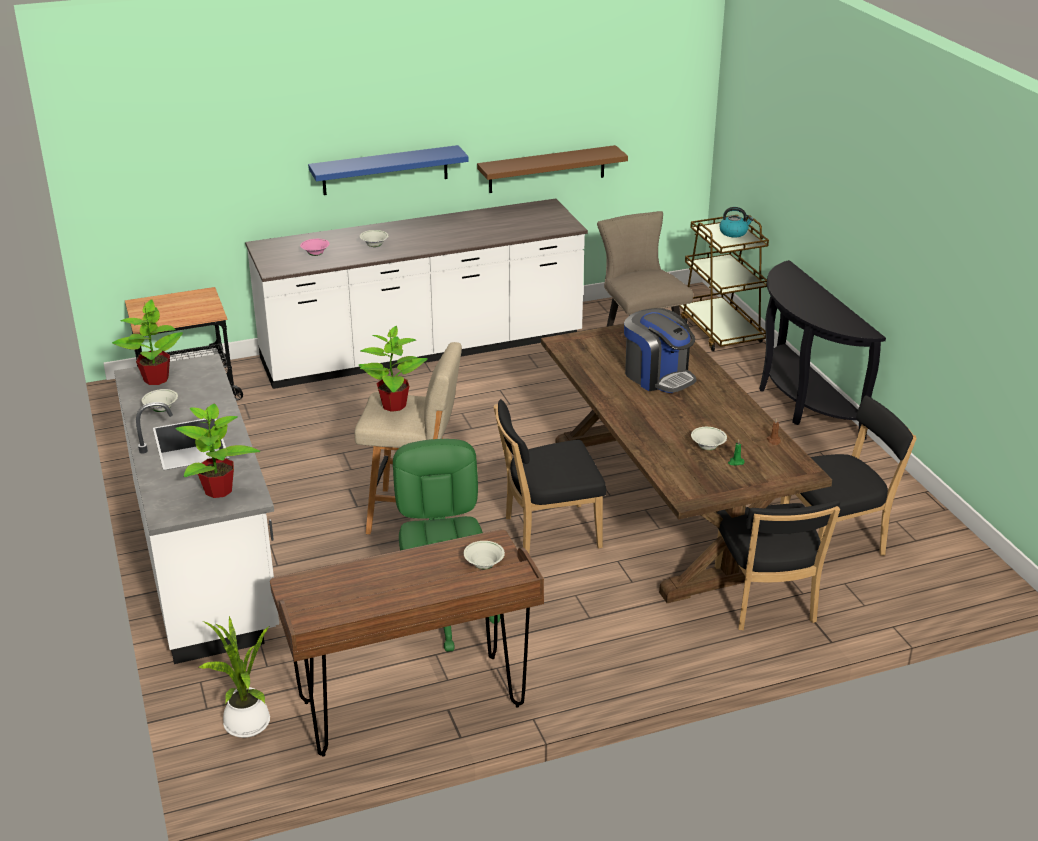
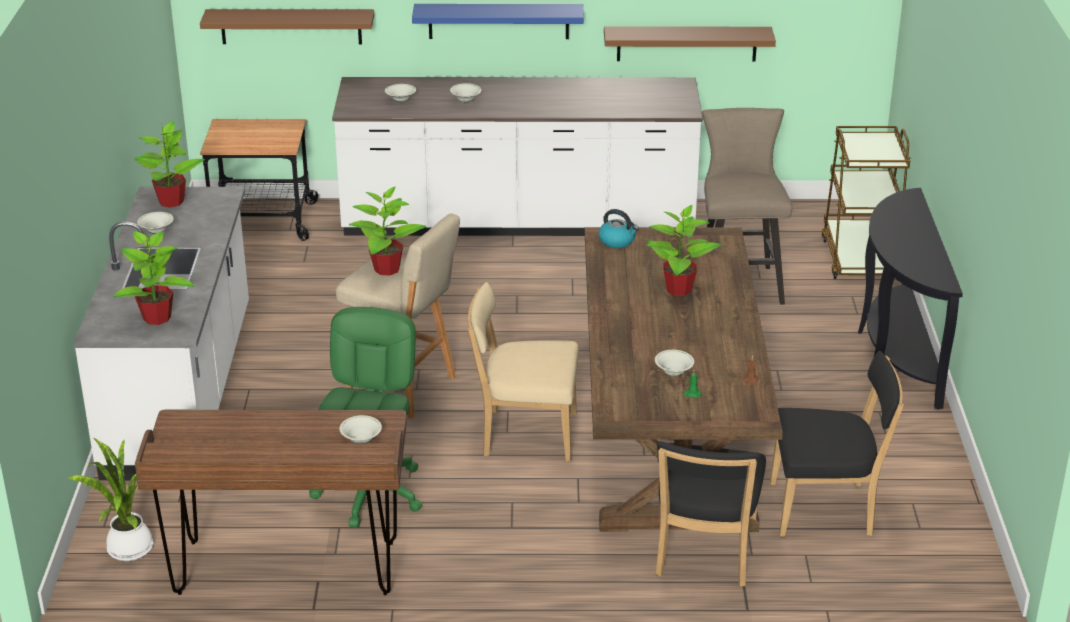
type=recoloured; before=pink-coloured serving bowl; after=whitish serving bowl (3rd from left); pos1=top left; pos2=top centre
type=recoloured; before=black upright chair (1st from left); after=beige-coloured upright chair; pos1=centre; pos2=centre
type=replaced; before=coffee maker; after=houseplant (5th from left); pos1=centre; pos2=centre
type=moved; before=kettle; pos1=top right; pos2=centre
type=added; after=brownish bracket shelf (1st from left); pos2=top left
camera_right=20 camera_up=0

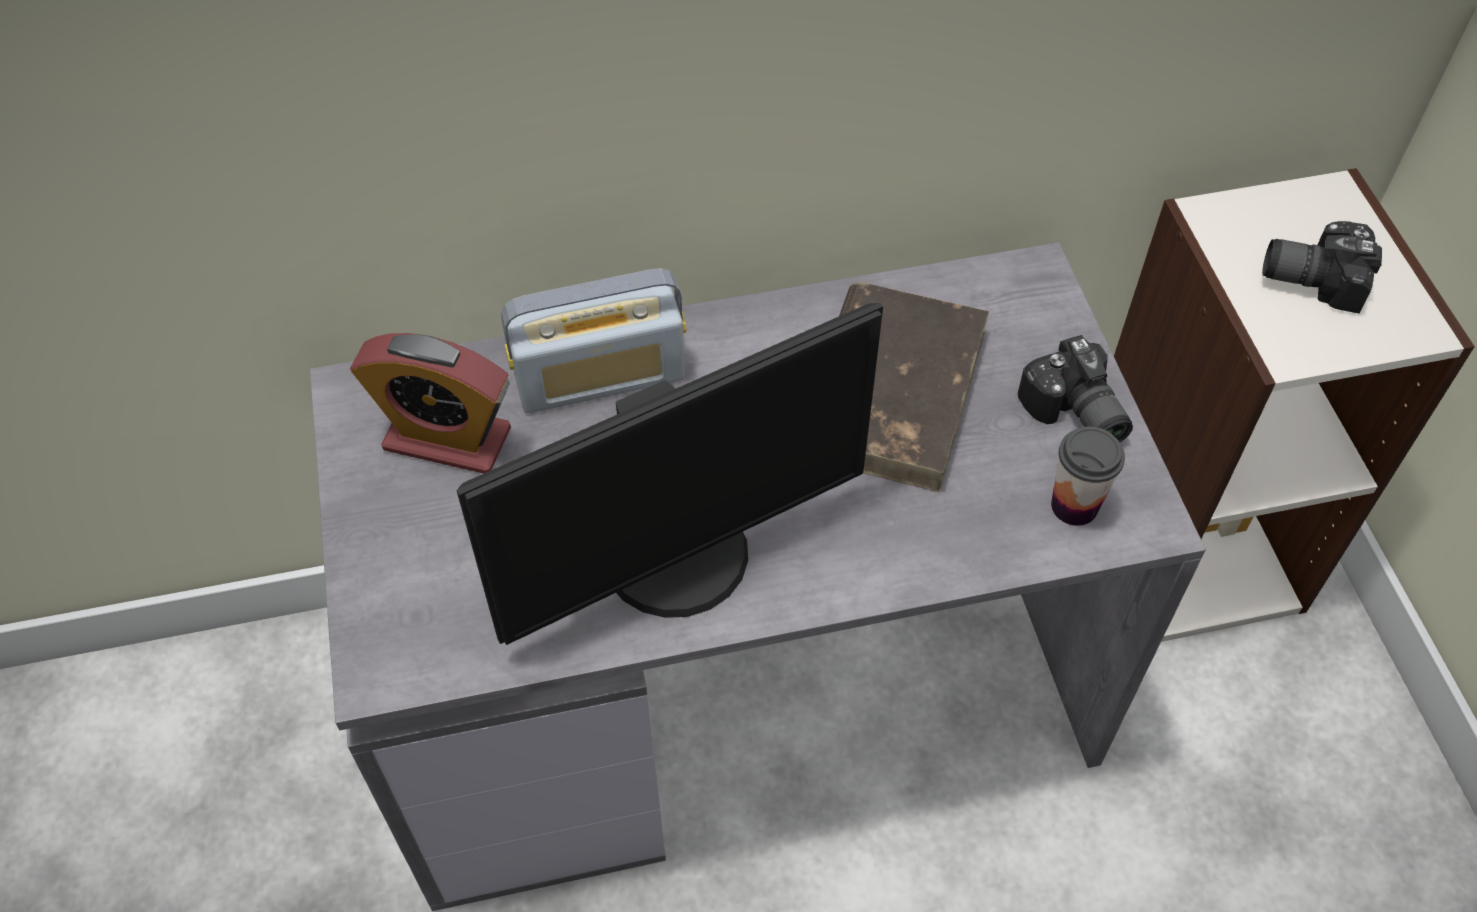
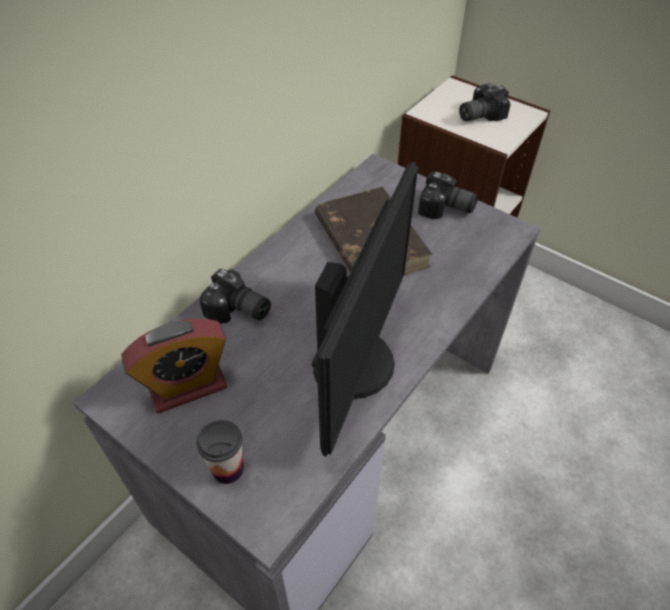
type=replaced; before=radio; after=still camera (1st from left); pos1=centre; pos2=centre
type=moved; before=cup; pos1=middle right; pos2=bottom left
camera_right=-40 camera_up=-5

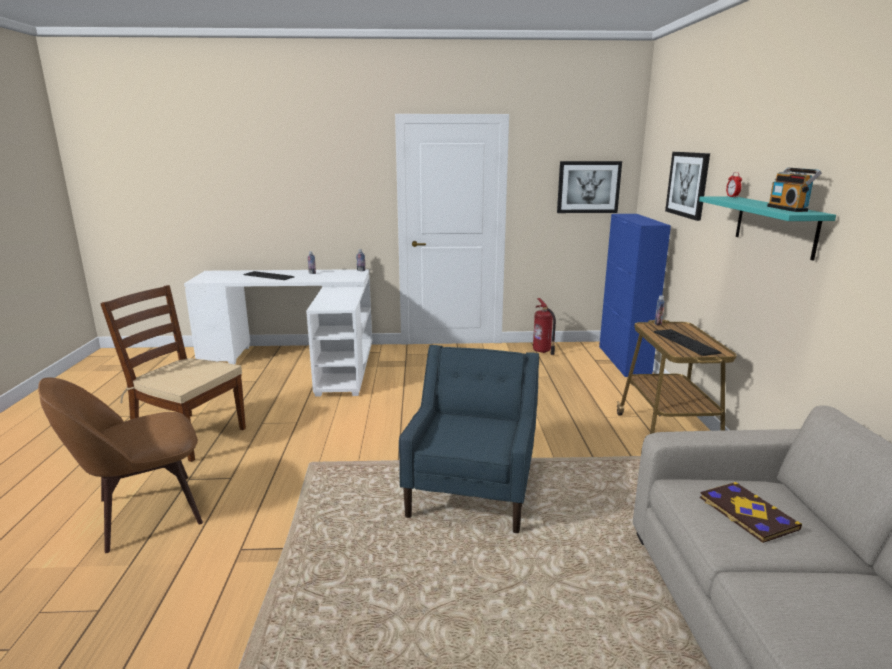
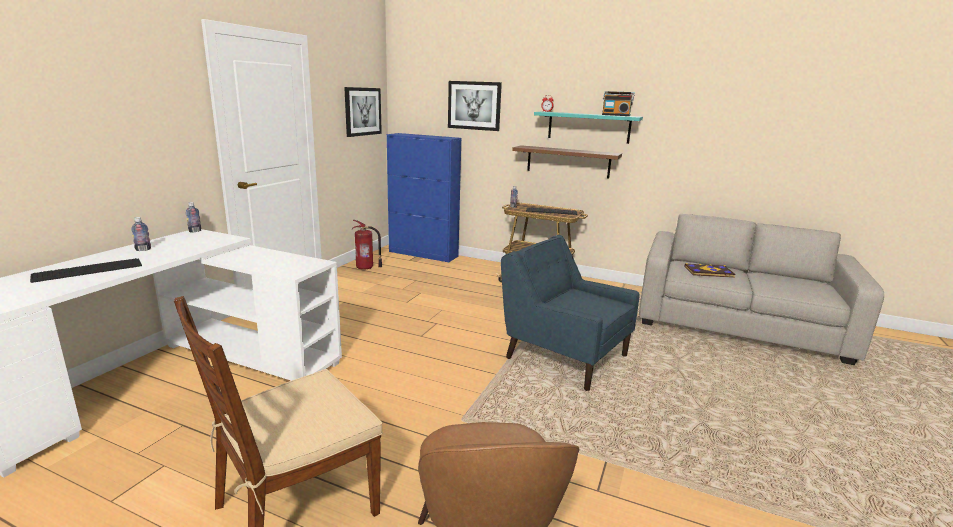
type=added; after=brownish bracket shelf; pos2=top centre
camera_right=-65 camera_up=0

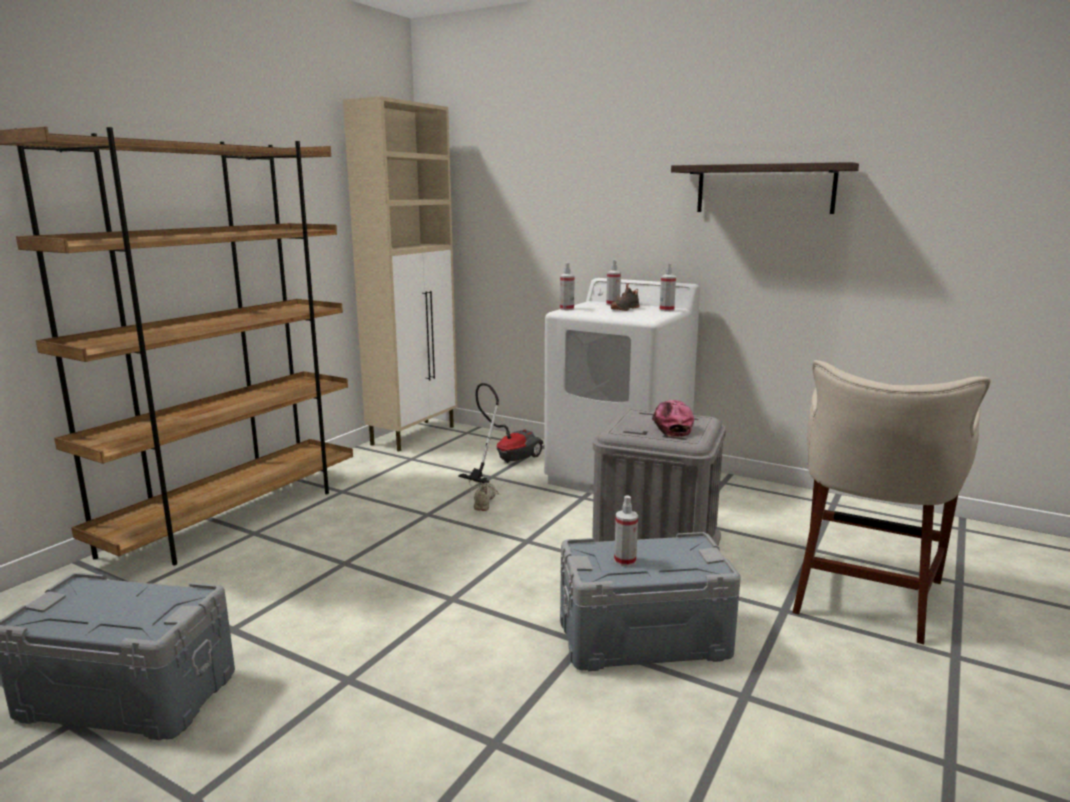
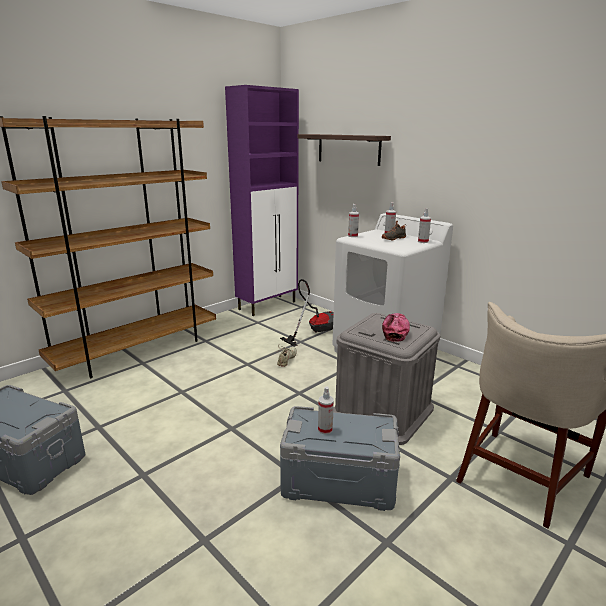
type=recoloured; before=beige-coloured cupboard; after=purple-coloured cupboard; pos1=centre; pos2=top centre
type=moved; before=bracket shelf; pos1=top right; pos2=top centre
camera_right=15 camera_up=5

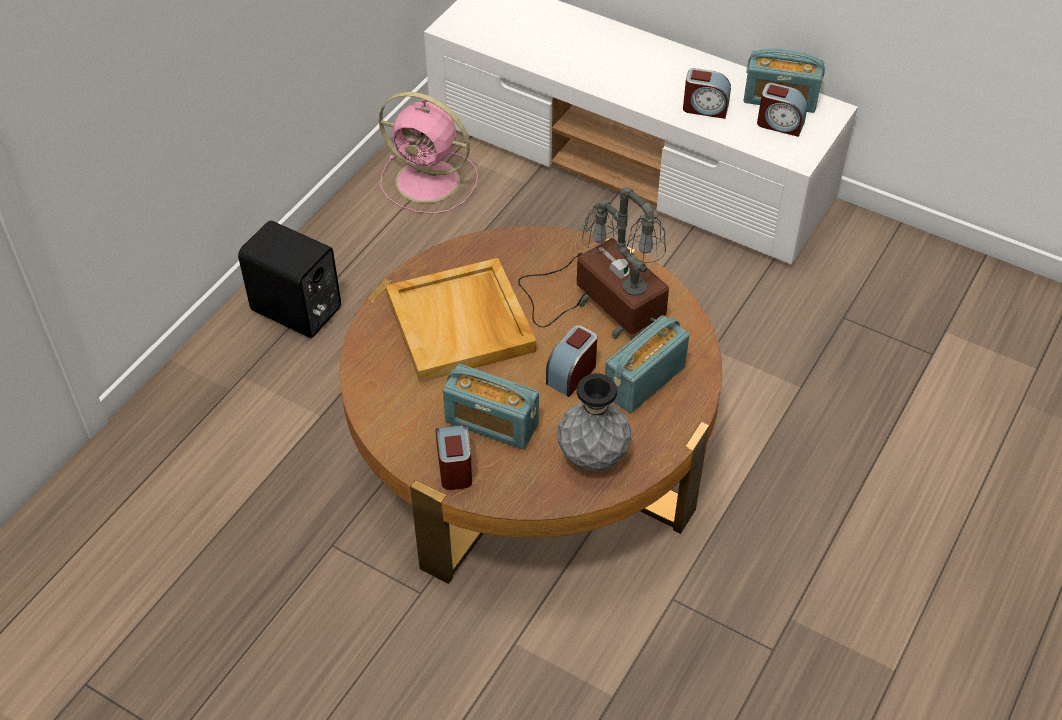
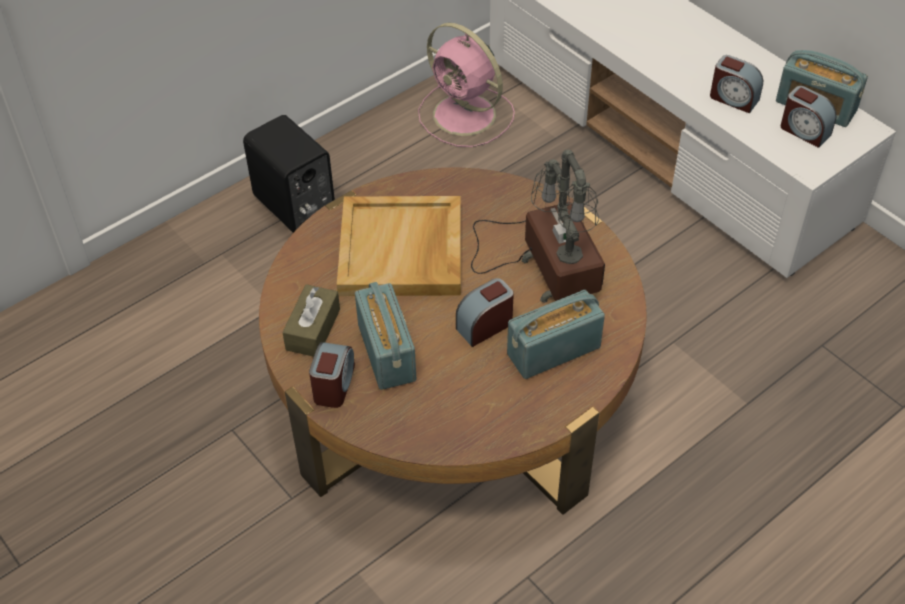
type=turned; before=radio (1st from left); pos1=centre; pos2=centre; turn=-150
type=removed; before=gray flower vase; pos1=centre
type=added; after=brownish tissue box; pos2=centre
camera_right=20 camera_up=0

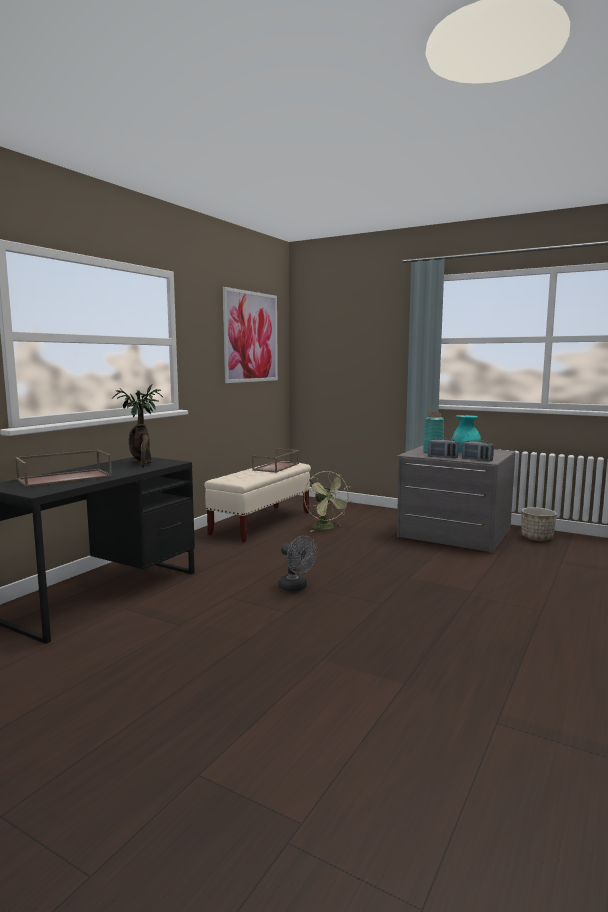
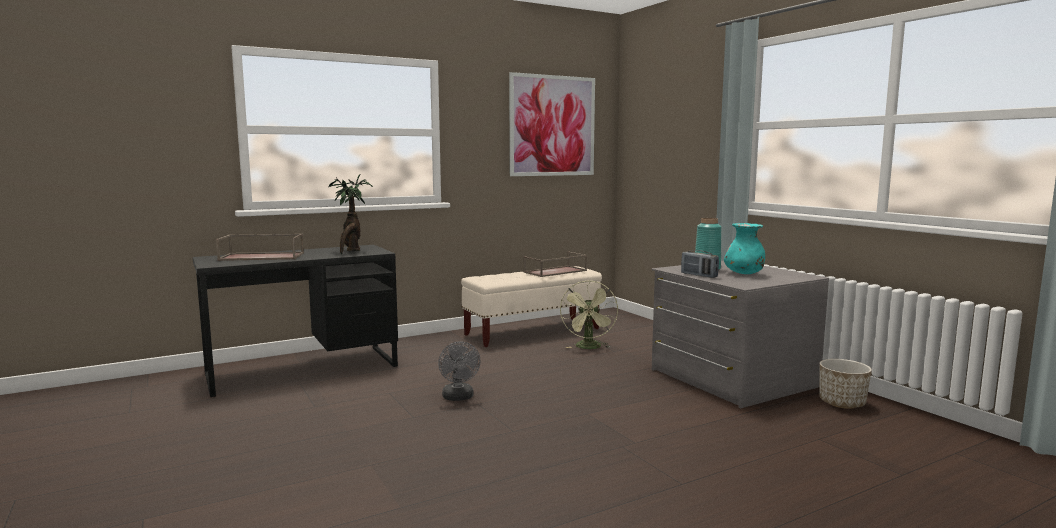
type=removed; before=radio (2nd from left); pos1=middle right
camera_right=30 camera_up=0

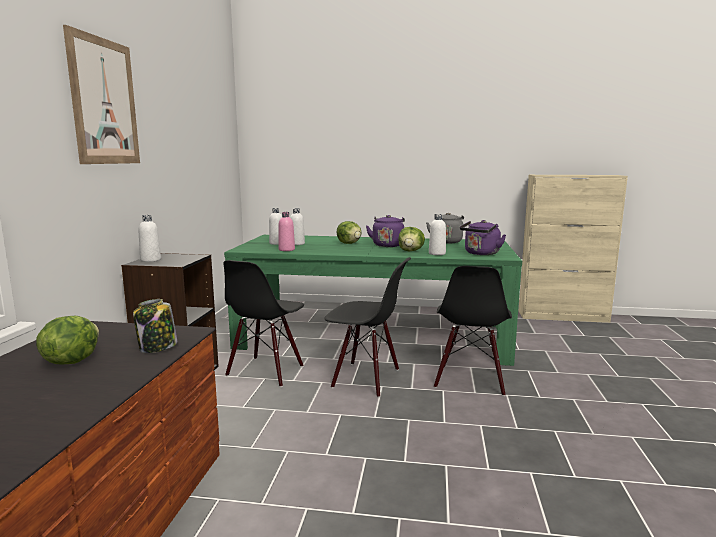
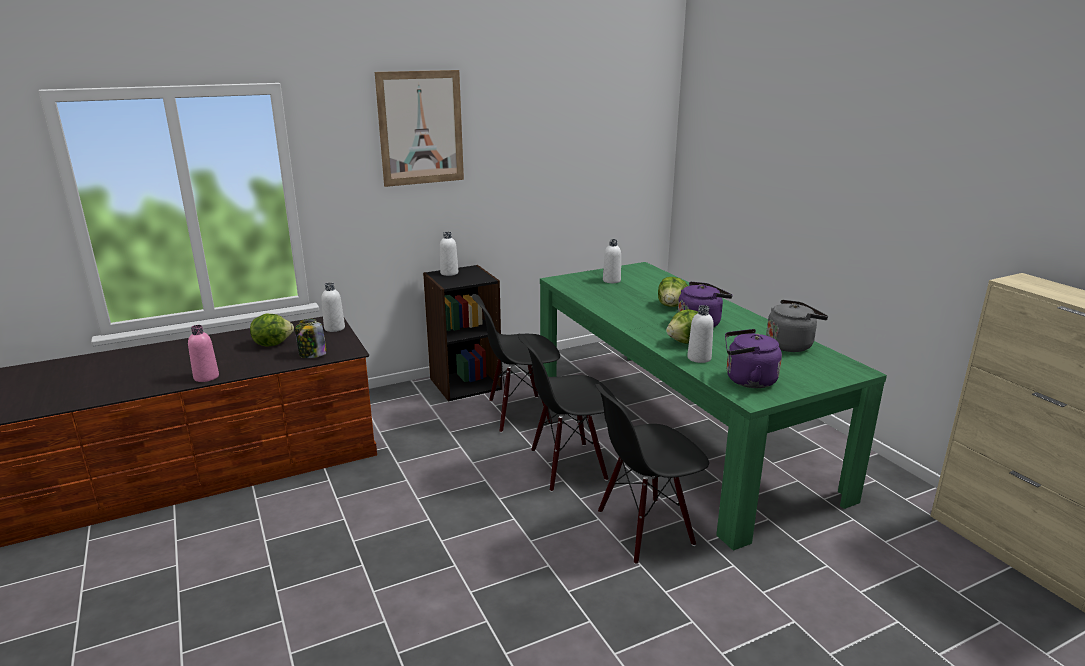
type=moved; before=pink-coloured drink bottle; pos1=centre; pos2=middle left
type=moved; before=whitish drink bottle (3rd from left in the first image); after=whitish drink bottle (1st from left); pos1=centre; pos2=middle left
type=turned; before=black upright chair (2nd from left); pos1=centre; pos2=centre; turn=90
camera_right=55 camera_up=10

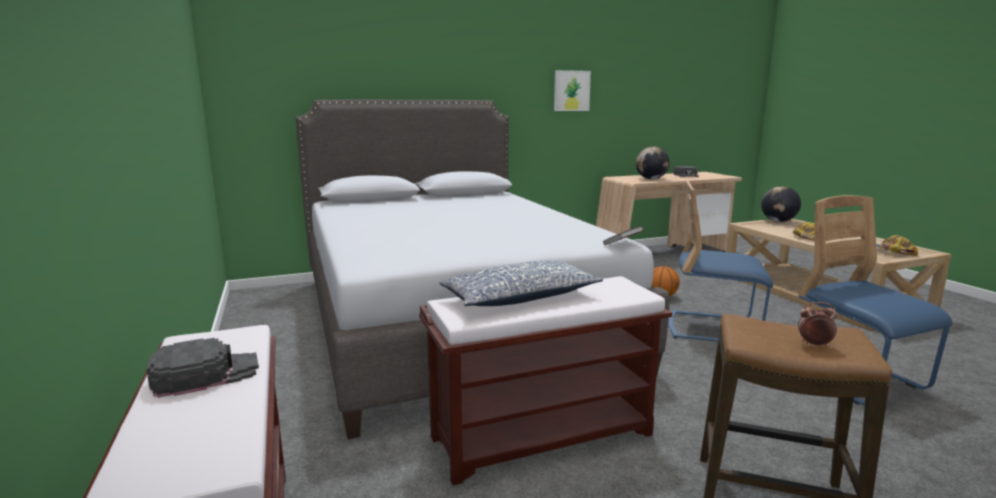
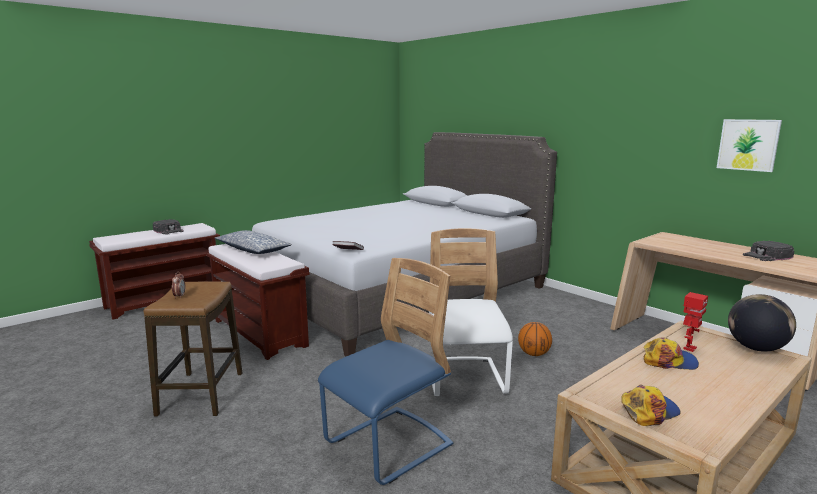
type=moved; before=wall art; pos1=top centre; pos2=top right
type=removed; before=world globe (1st from left); pos1=top centre
type=recoloured; before=blue upright chair (1st from left); after=whitish upright chair; pos1=middle right; pos2=centre
type=added; after=toy robot; pos2=middle right
camera_right=70 camera_up=0

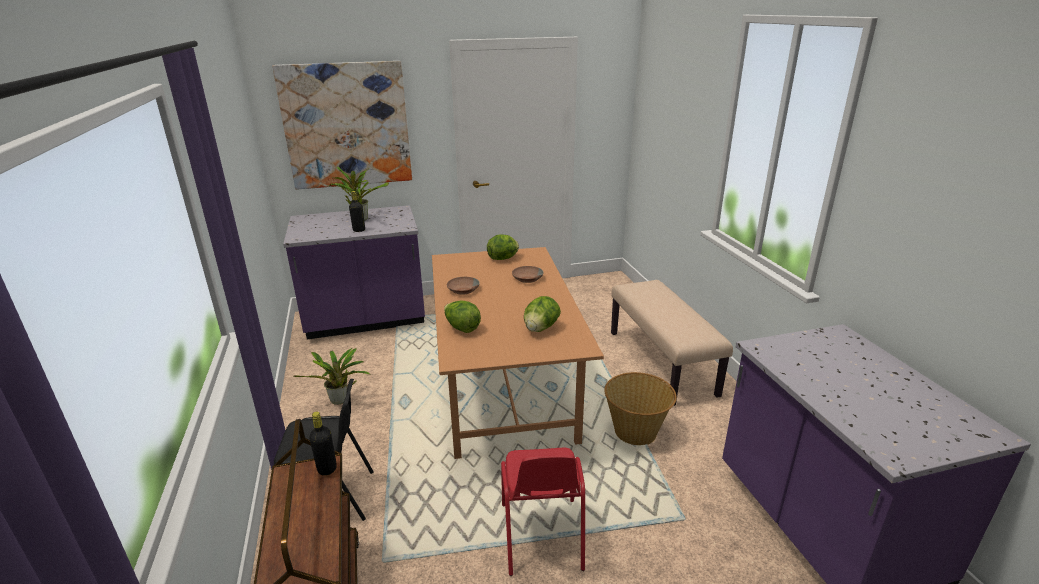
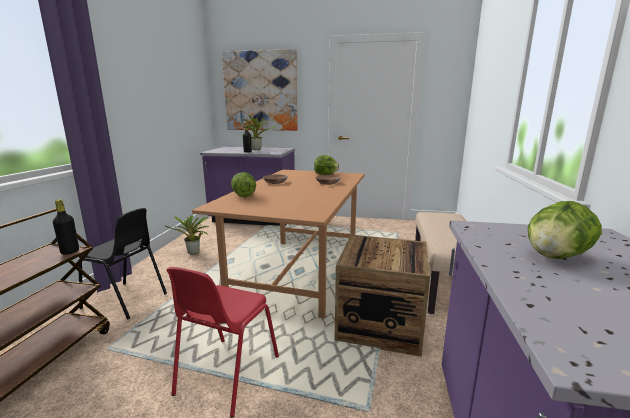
type=moved; before=lettuce (3rd from left); pos1=centre; pos2=middle right
type=replaced; before=household basket; after=packing crate; pos1=bottom centre; pos2=bottom centre
camera_right=25 camera_up=-10

